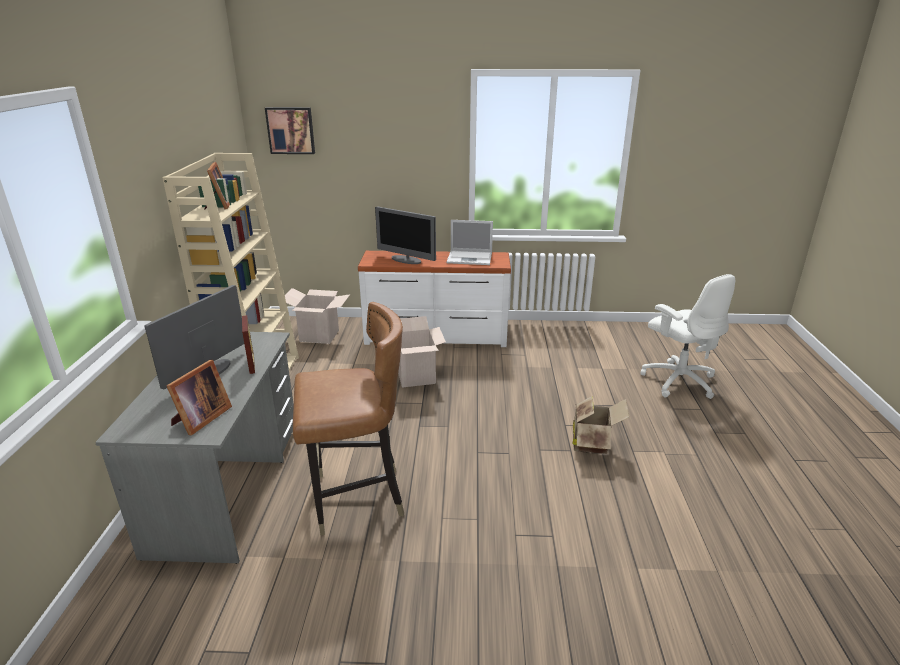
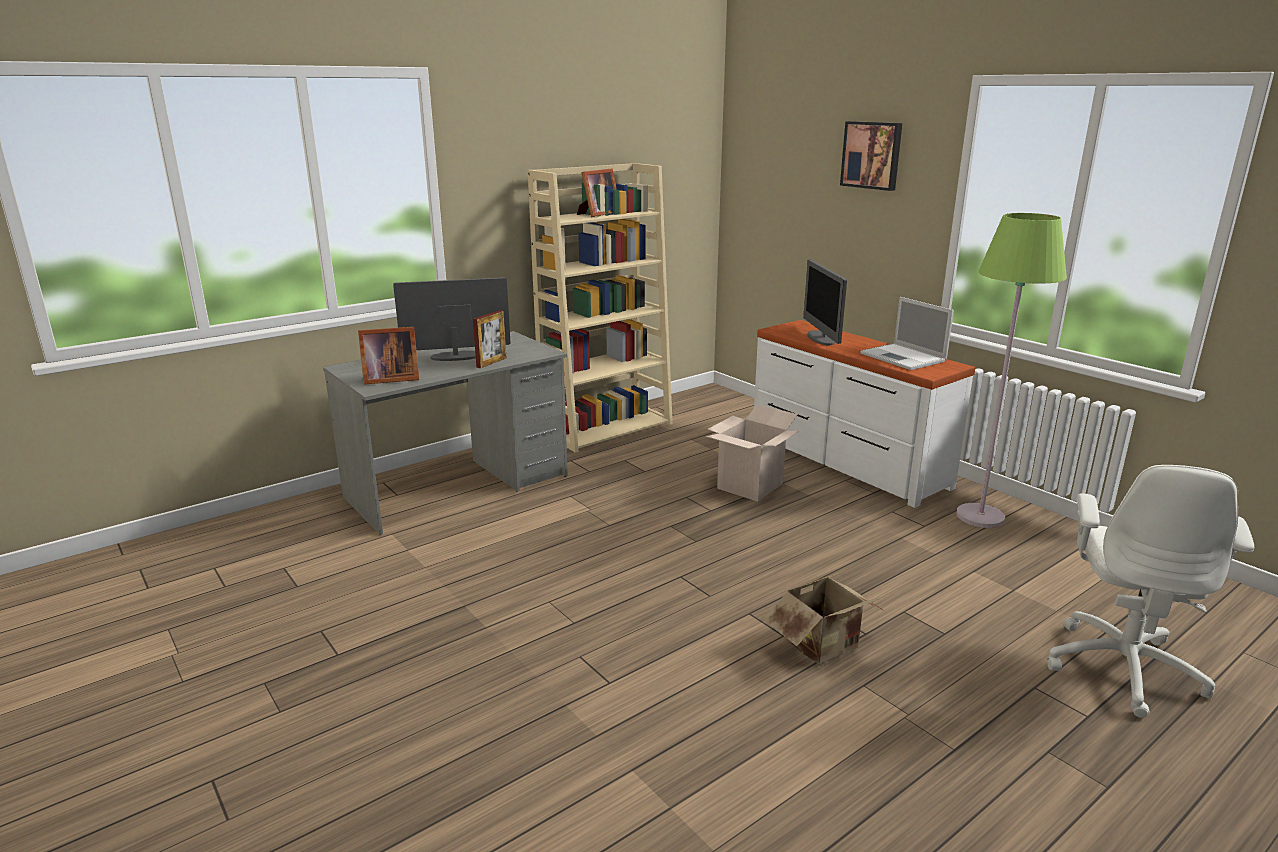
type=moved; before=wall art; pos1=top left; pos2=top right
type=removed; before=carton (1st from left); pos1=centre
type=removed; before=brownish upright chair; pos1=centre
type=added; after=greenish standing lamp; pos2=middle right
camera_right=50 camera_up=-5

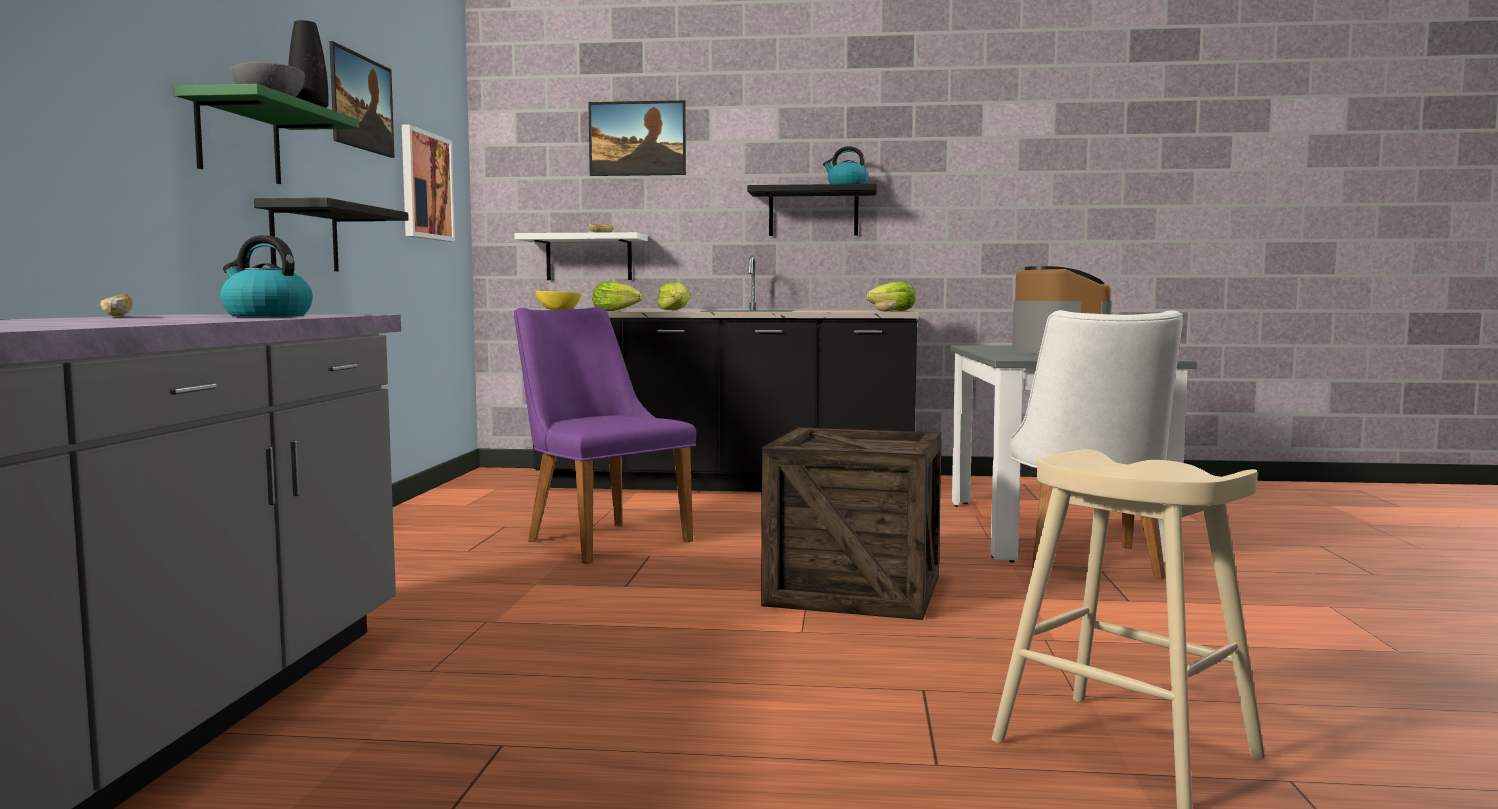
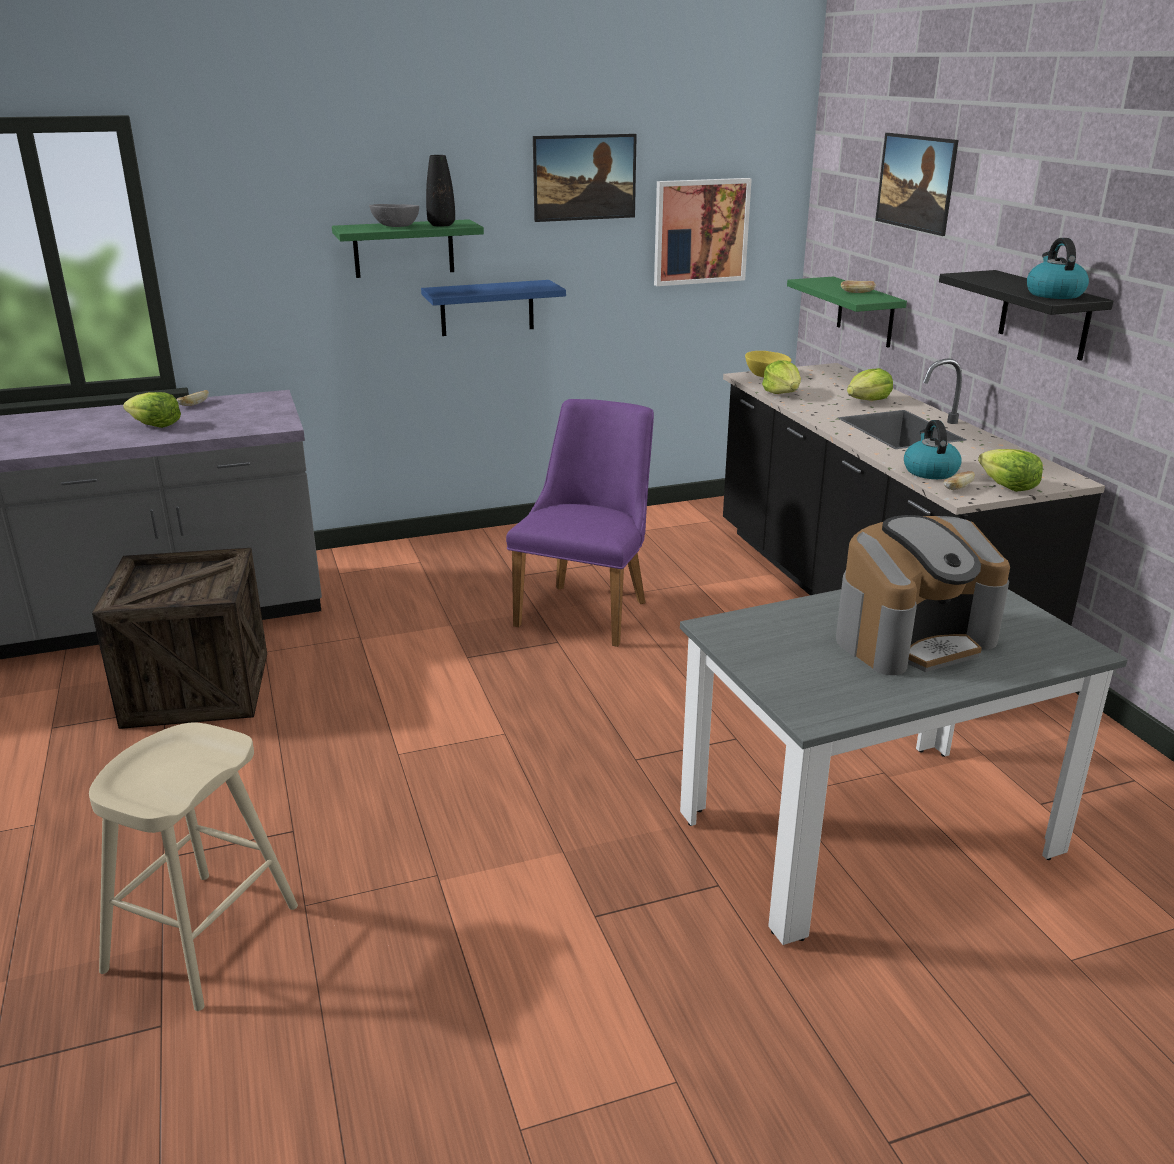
type=moved; before=kettle (1st from left); pos1=middle left; pos2=middle right
type=recoloured; before=black bracket shelf (1st from left); after=blue bracket shelf; pos1=top left; pos2=top centre
type=recoloured; before=whitish bracket shelf; after=greenish bracket shelf (2nd from left); pos1=top centre; pos2=top right
type=moved; before=packing crate; pos1=centre; pos2=middle left
type=removed; before=whitish upright chair; pos1=middle right
type=added; after=lettuce (1st from left); pos2=middle left
camera_right=65 camera_up=20

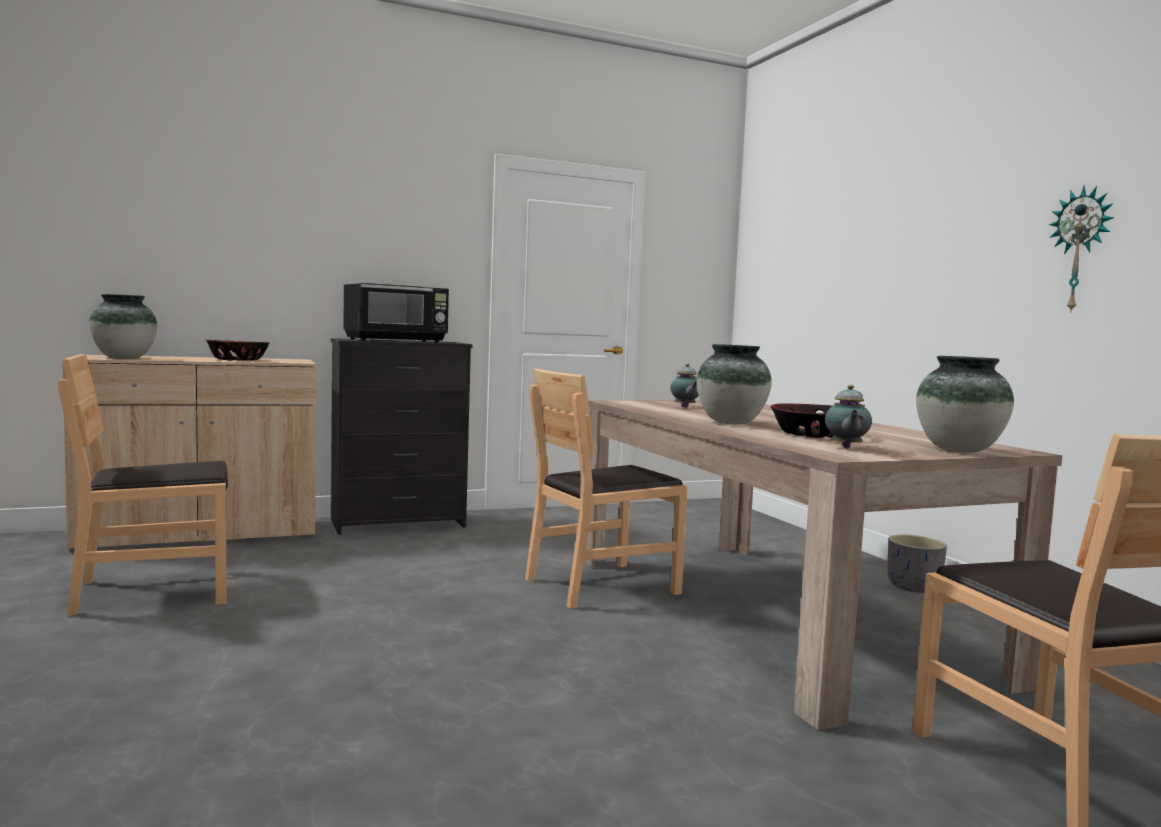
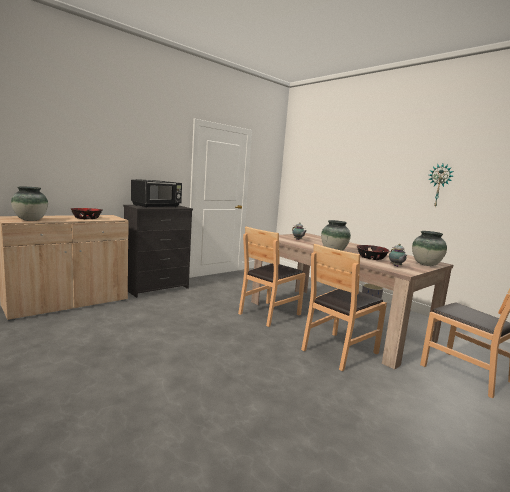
type=moved; before=brownish upright chair (1st from left in the first image); after=brownish upright chair (2nd from left); pos1=middle left; pos2=middle right
camera_right=-20 camera_up=5

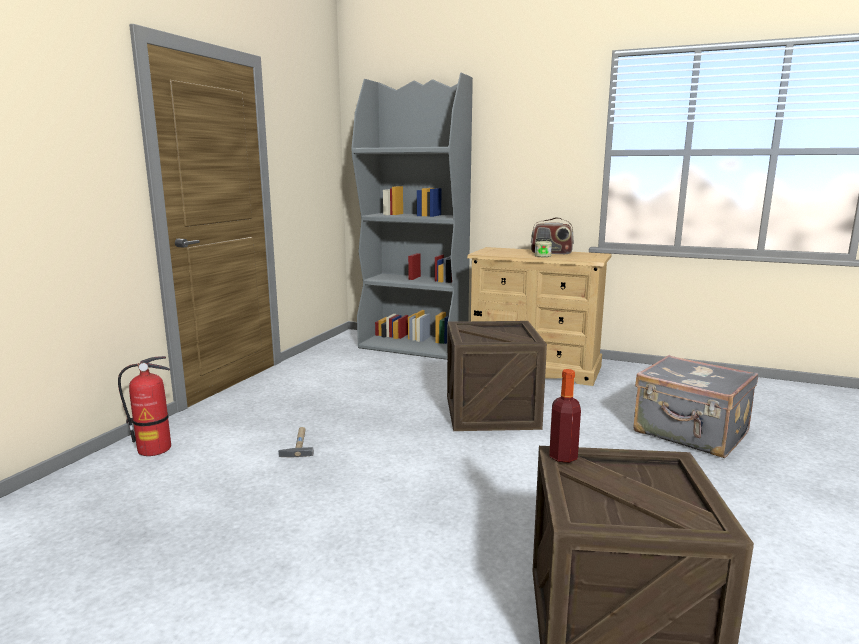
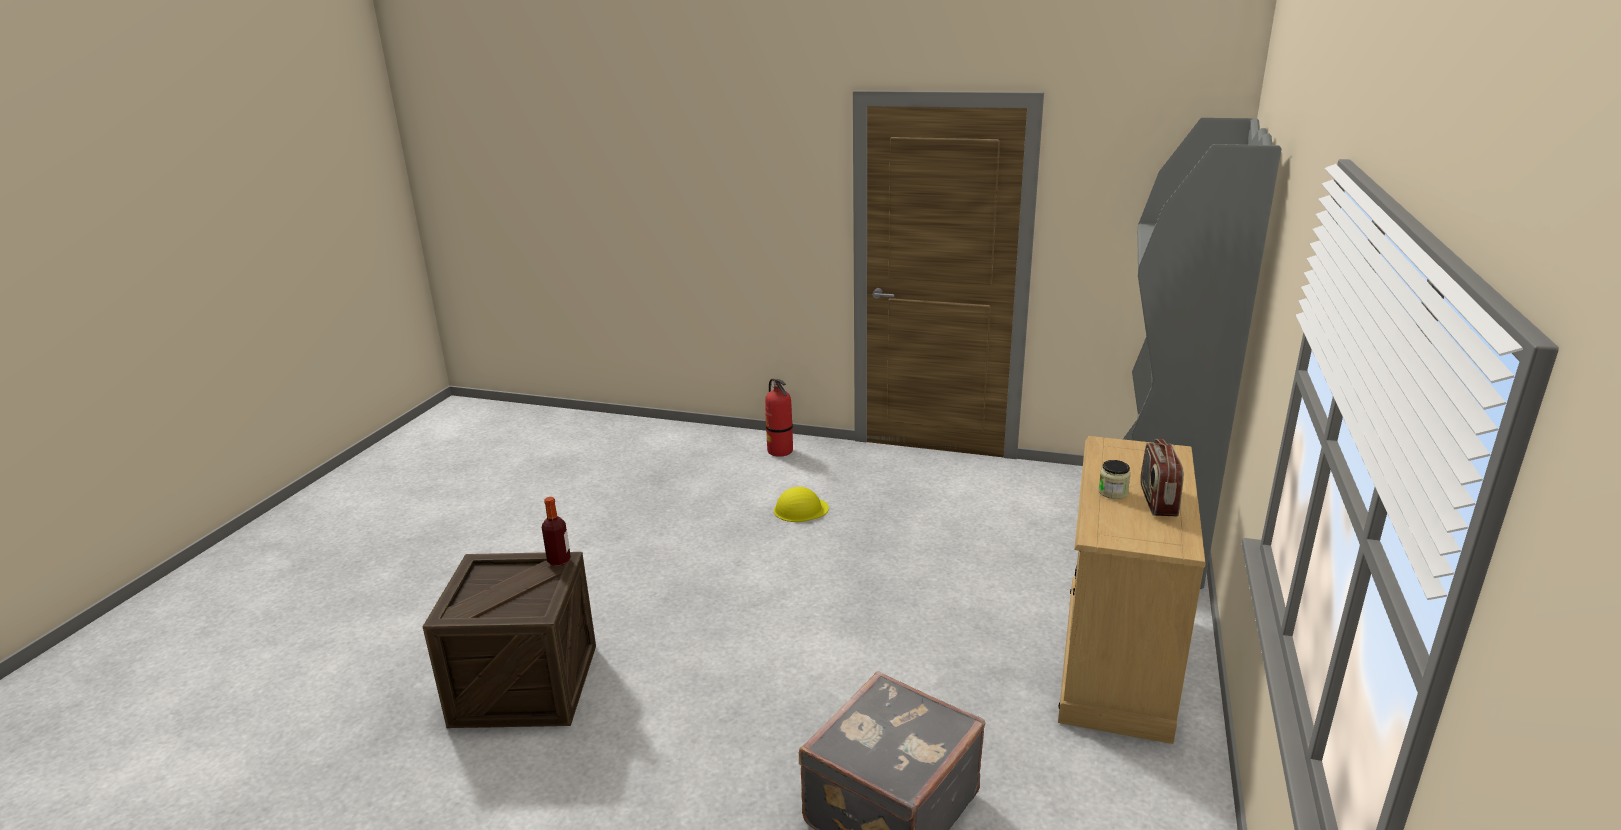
type=replaced; before=hammer; after=yellow-coloured hard hat; pos1=bottom centre; pos2=centre
type=removed; before=packing crate (1st from left); pos1=centre
camera_right=85 camera_up=10

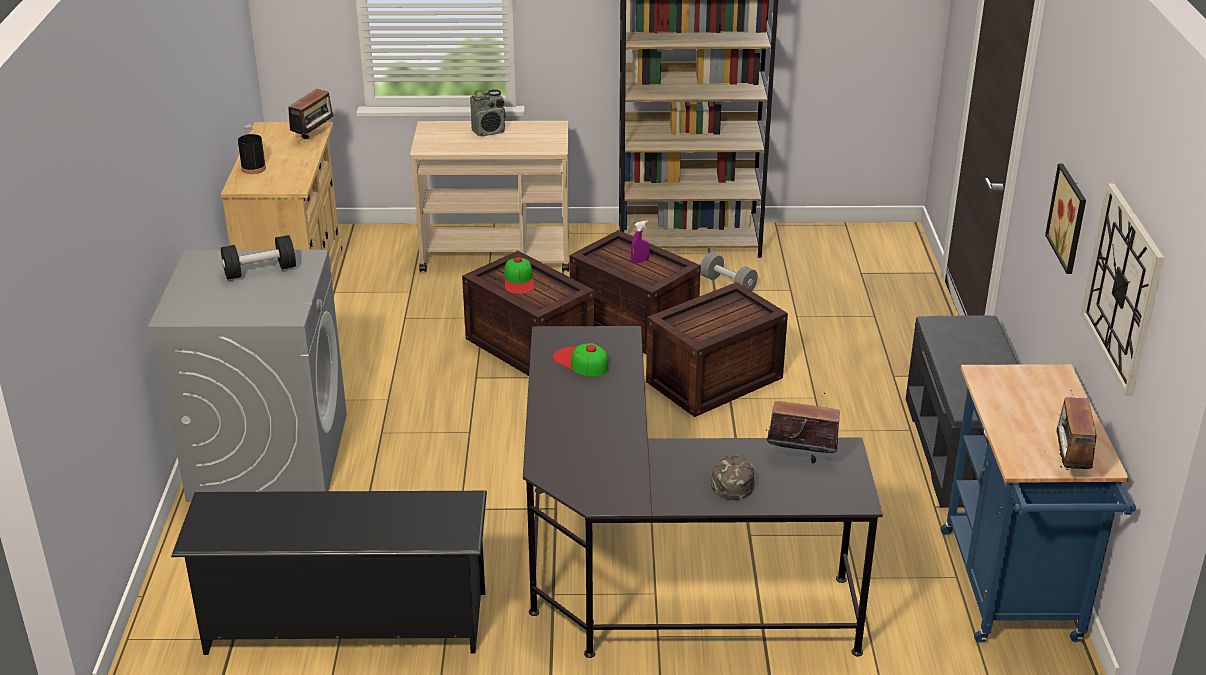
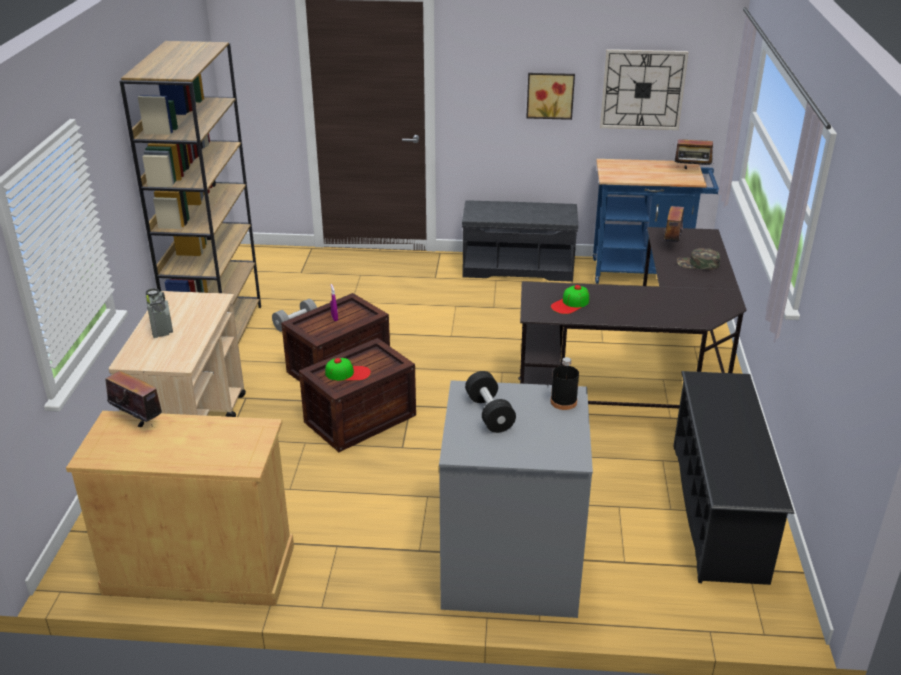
type=moved; before=black drink bottle; pos1=top left; pos2=centre
type=removed; before=packing crate (3rd from left); pos1=centre
camera_right=-85 camera_up=0

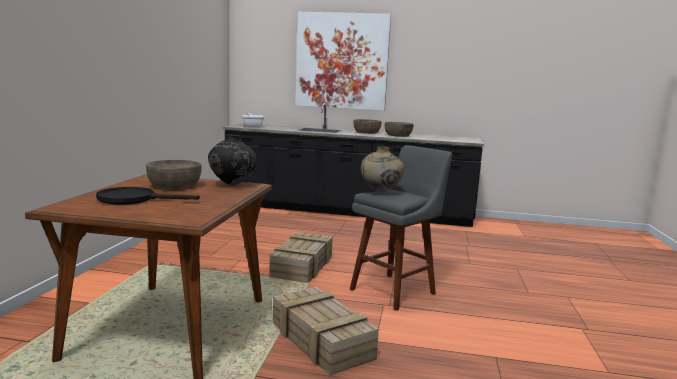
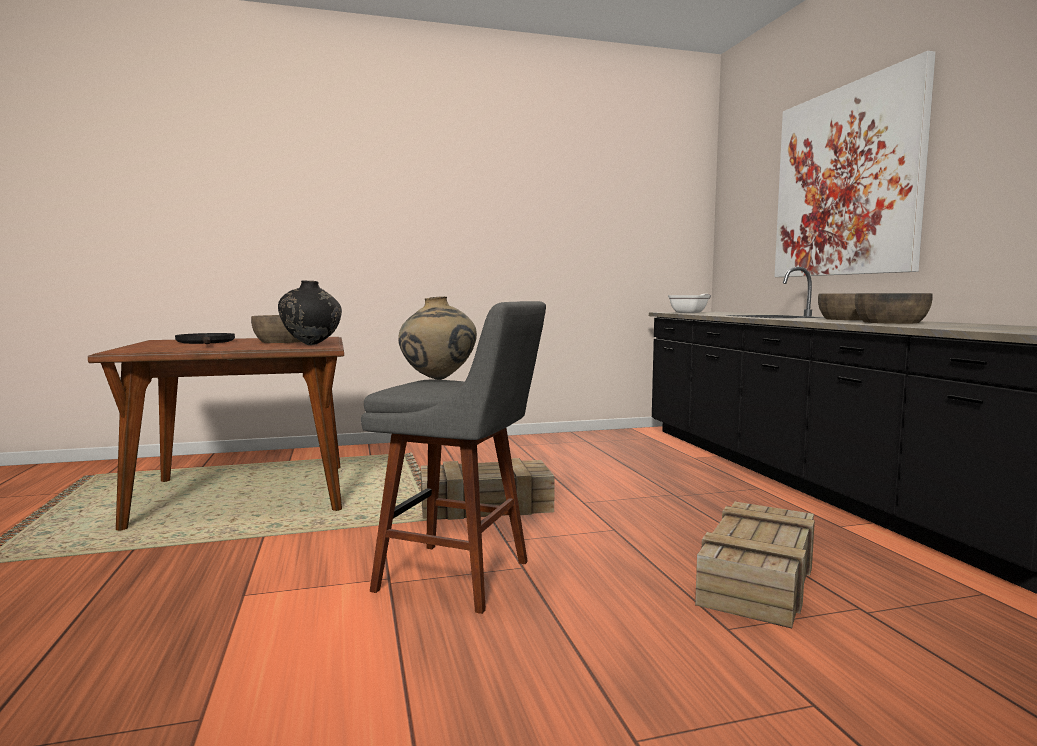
type=moved; before=packing crate (2nd from left); pos1=bottom centre; pos2=bottom right
camera_right=65 camera_up=-5

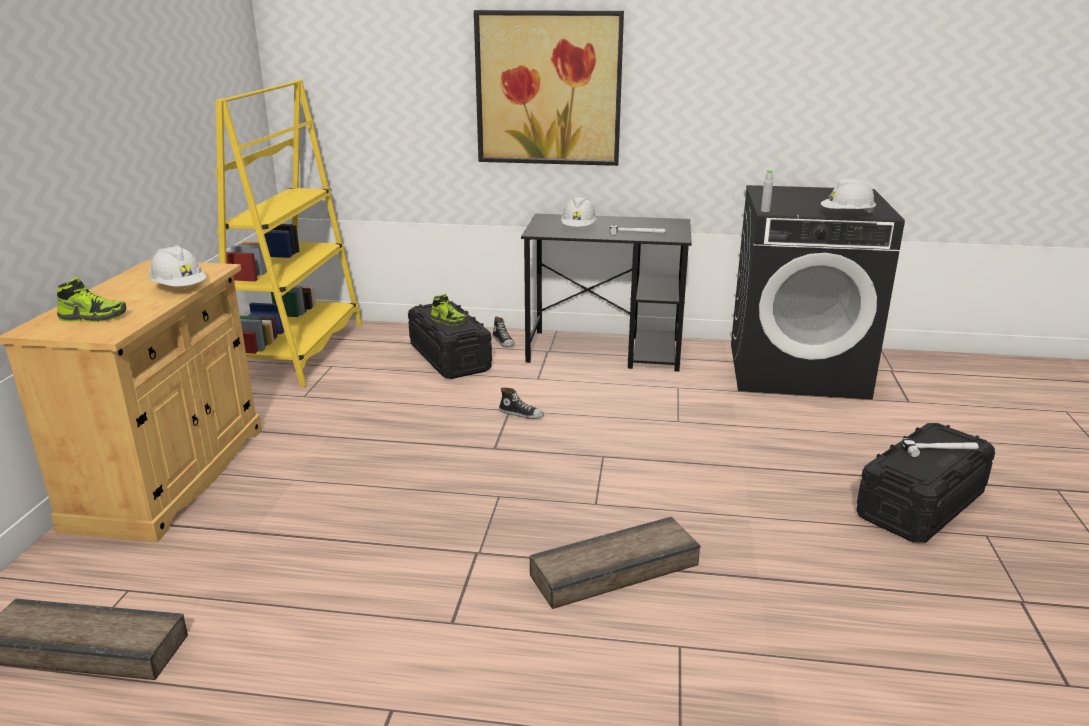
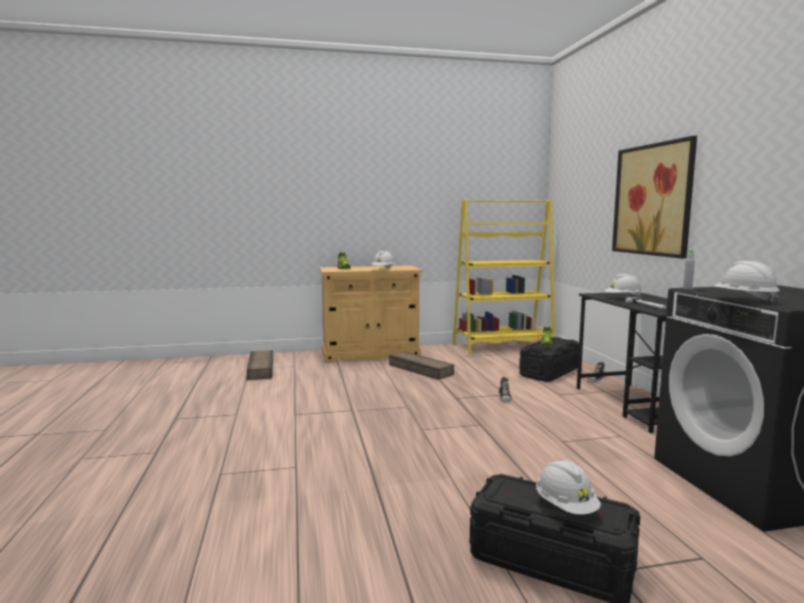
type=moved; before=packing crate (2nd from left); pos1=bottom centre; pos2=centre
type=replaced; before=hammer (2nd from left); after=whitish hard hat (2nd from left); pos1=middle right; pos2=bottom right
camera_right=70 camera_up=-15

